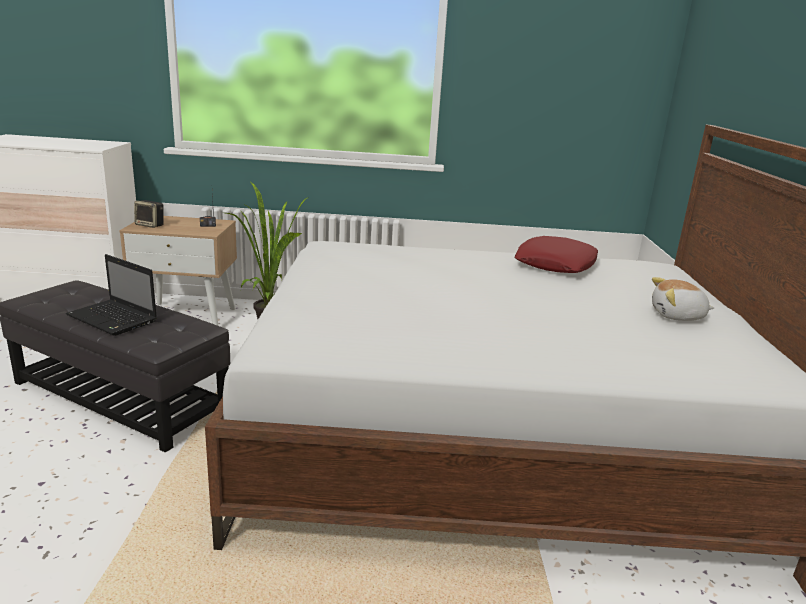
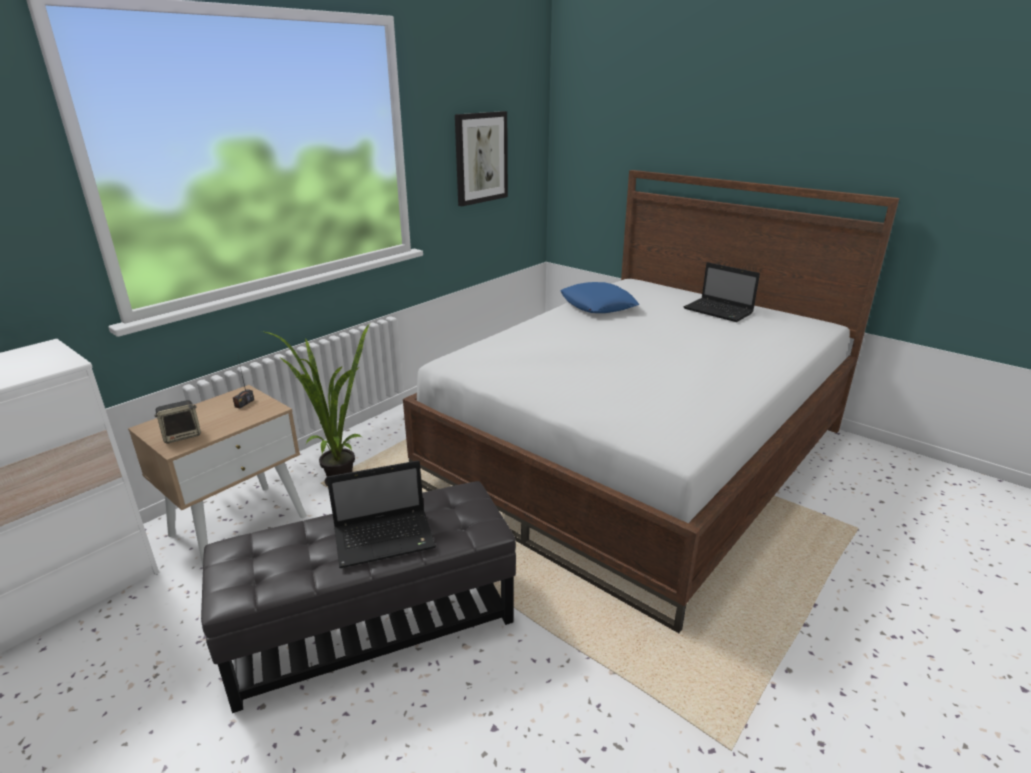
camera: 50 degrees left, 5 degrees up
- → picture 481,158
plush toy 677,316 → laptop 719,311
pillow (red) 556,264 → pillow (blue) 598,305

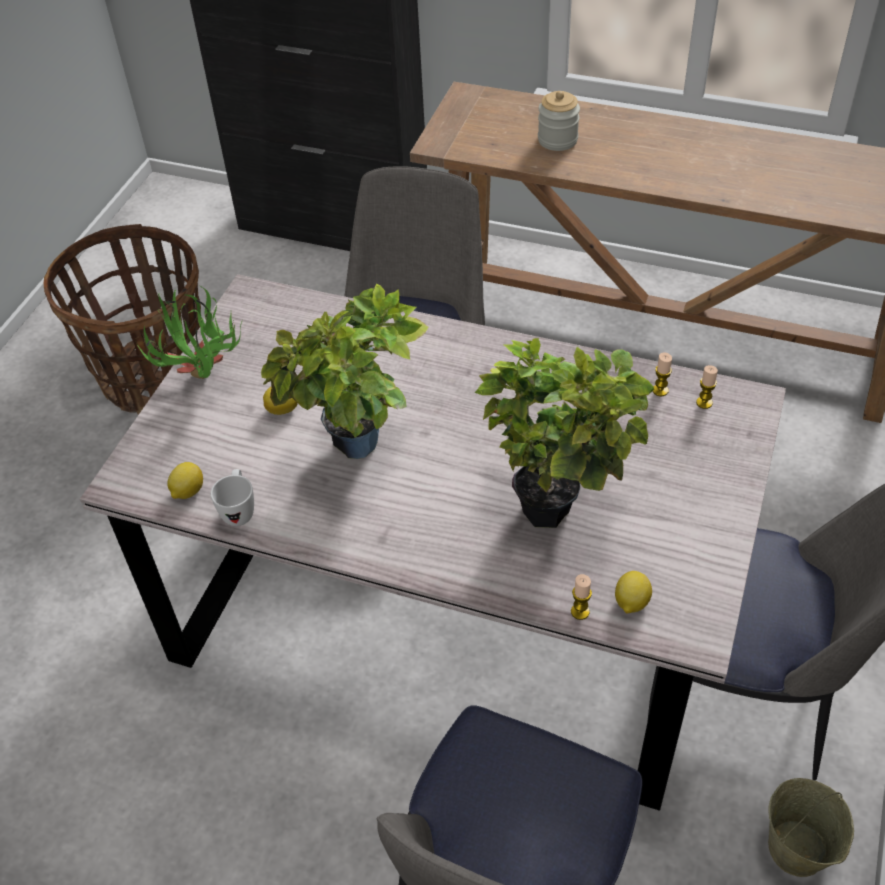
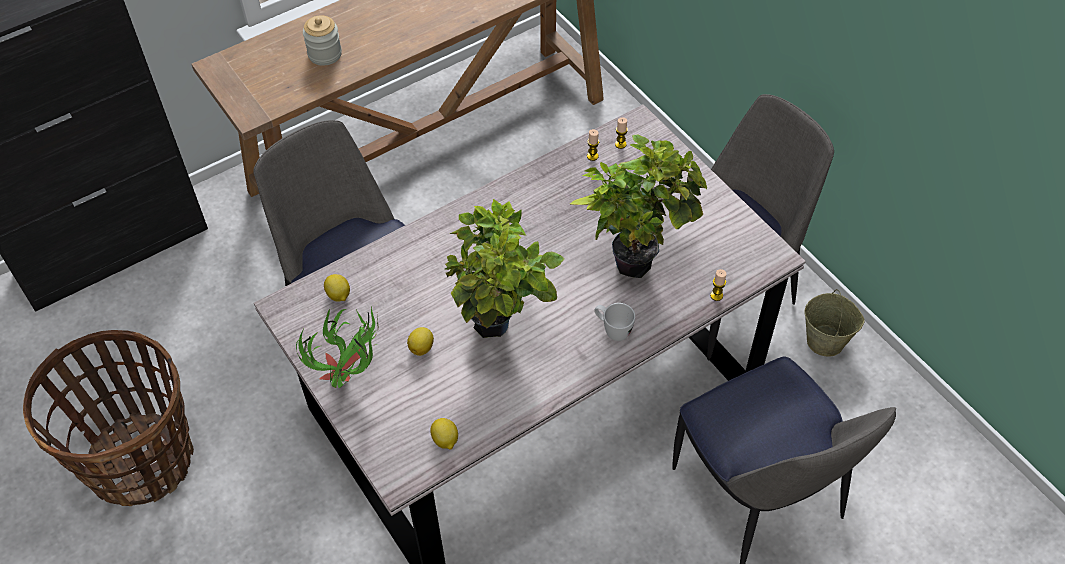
camera: 55 degrees left, 5 degrees up
mug (white) 239,510 → mug (white) 612,330, relocated
lemon 631,602 → lemon 338,295, relocated

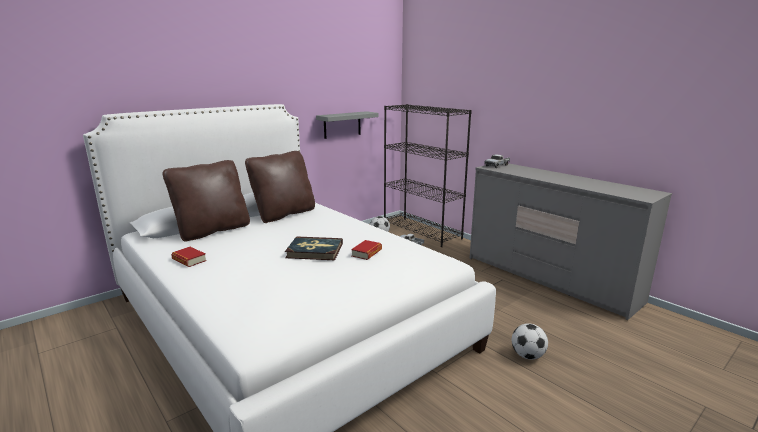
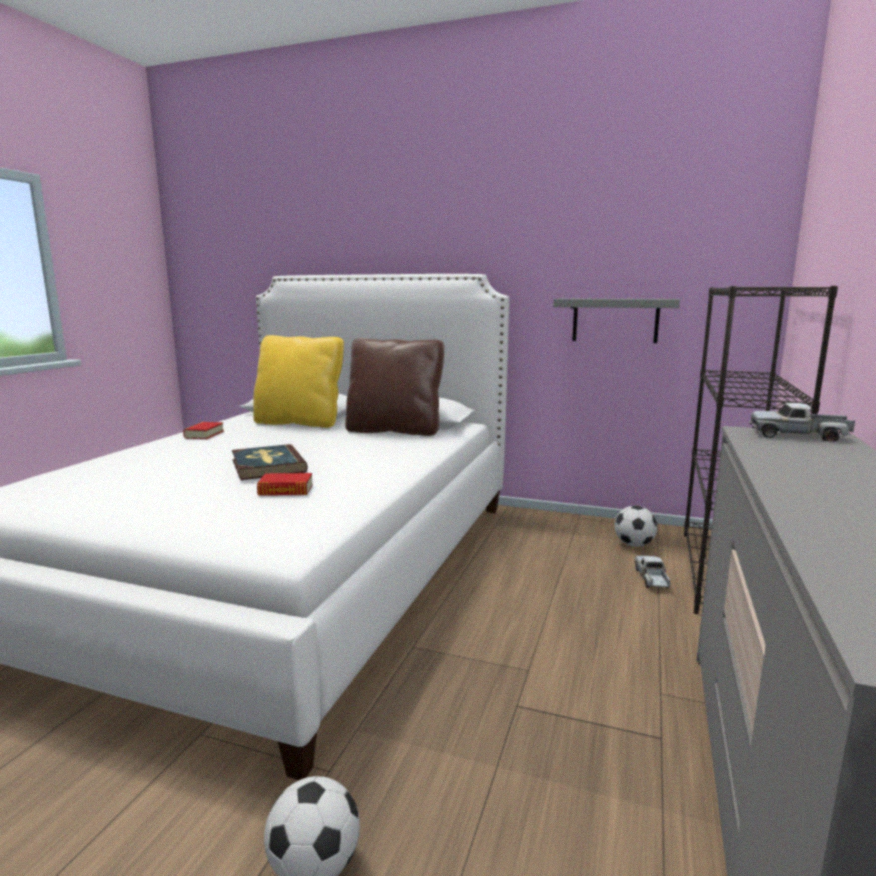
camera: 60 degrees right, 5 degrees down
pillow (brown) 213,230 → pillow (yellow) 300,423

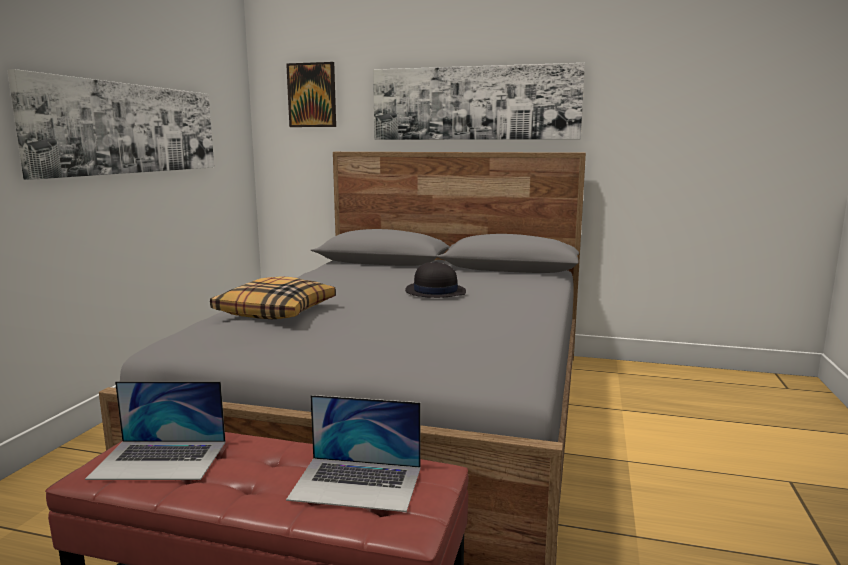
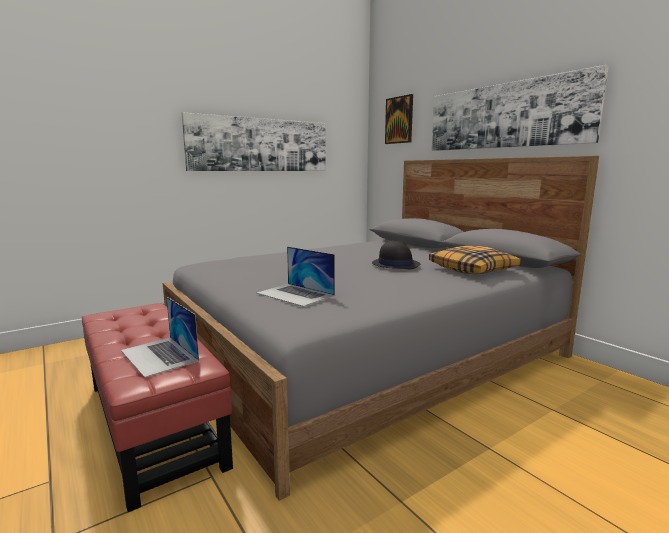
camera: 40 degrees right, 0 degrees up
laptop 160,459 → laptop 295,294, relocated
pillow 276,311 → pillow 473,269, relocated

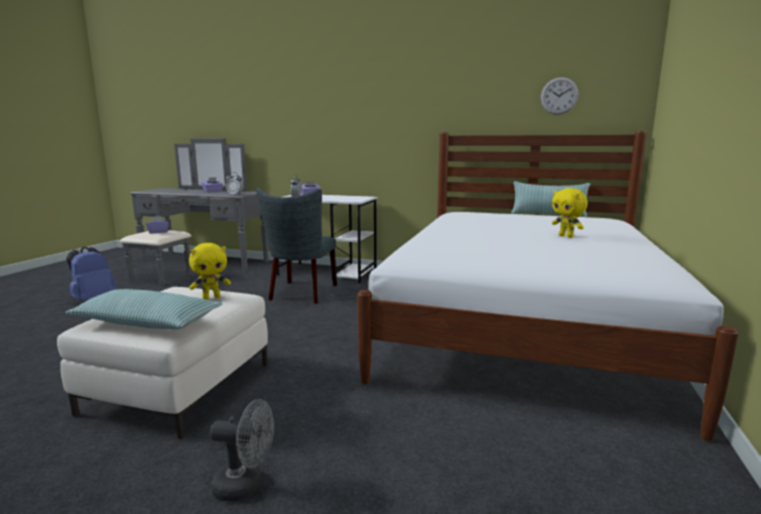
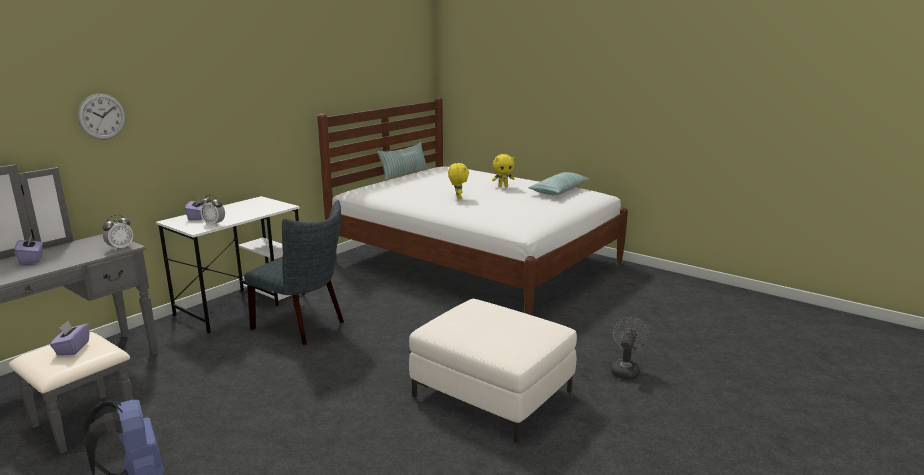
camera: 70 degrees left, 5 degrees up
pillow 147,322 → pillow 559,191, relocated
plush toy (yellow) 212,297 → plush toy (yellow) 458,198, relocated
wall clock 559,96 → wall clock 102,116, relocated

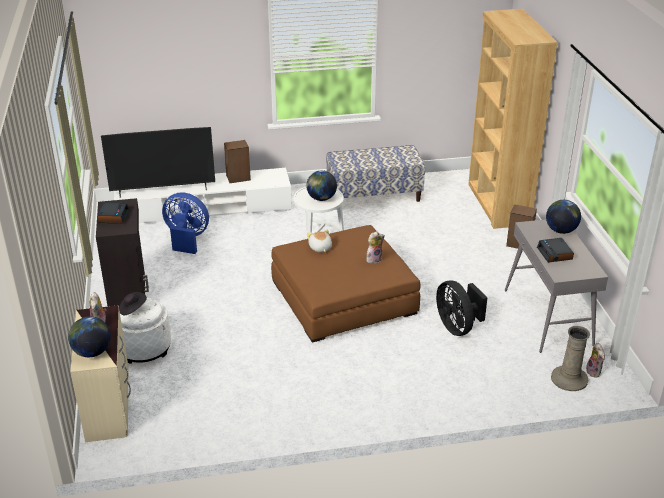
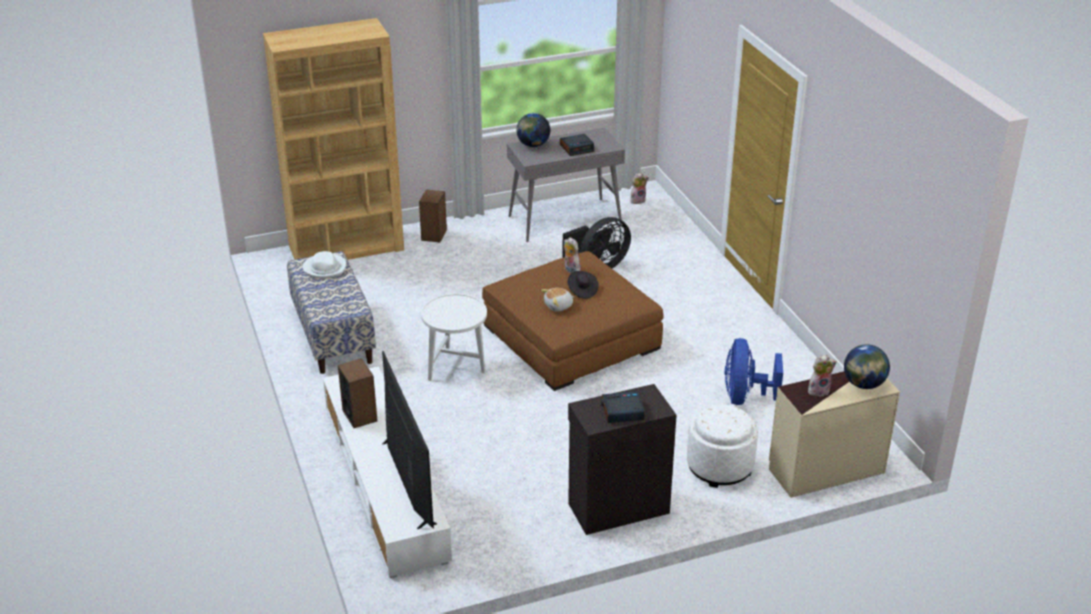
camera: 100 degrees left, 0 degrees up
globe 321,198 → -
vase (beige) 569,379 → -
- → hat (white) 325,268
hat (black) 132,309 → hat (black) 582,291, relocated
fan (blue) 186,239 → fan (blue) 745,397, relocated

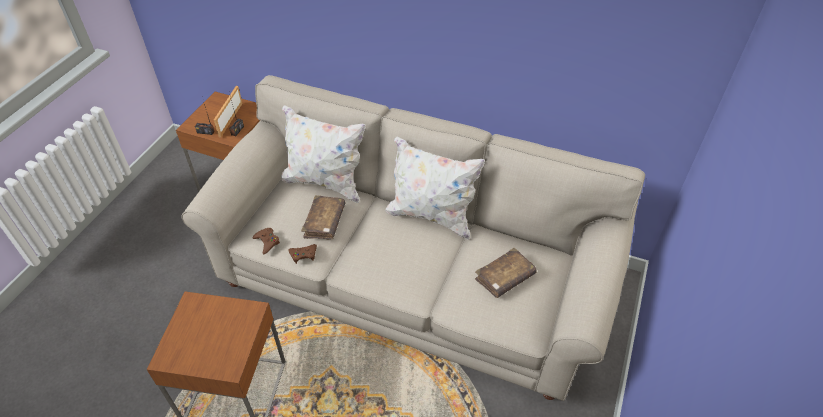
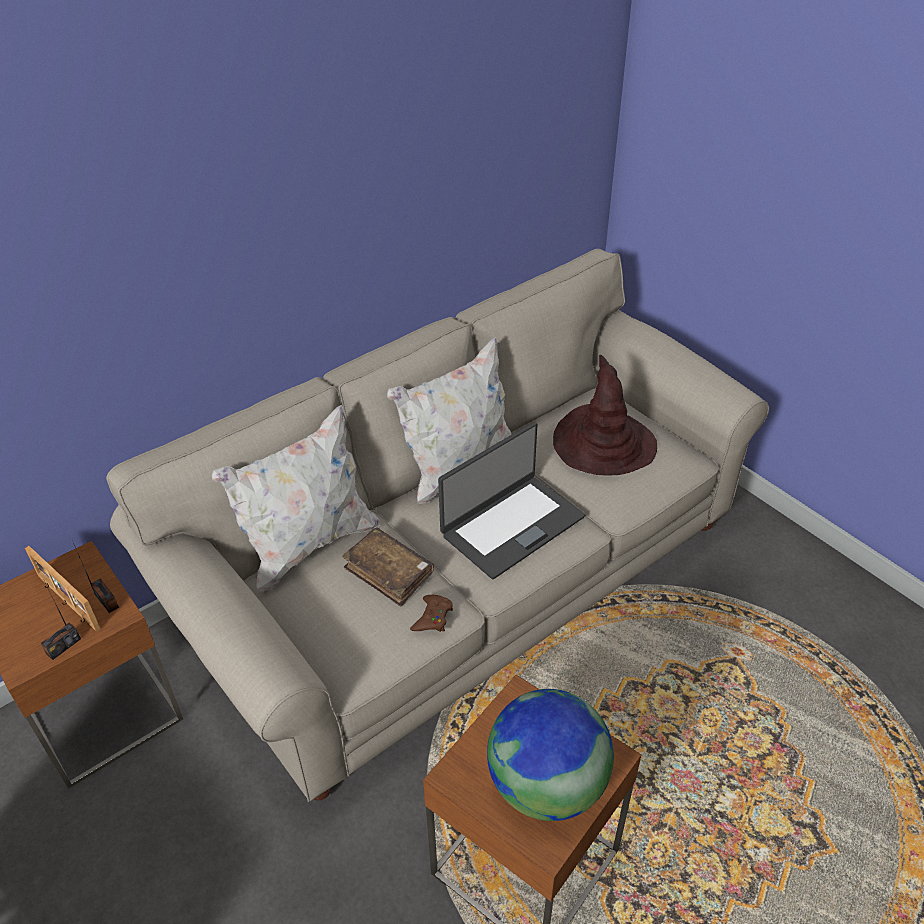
camera: 60 degrees left, 5 degrees down
game controller (brown) 267,242 → -
- → laptop 511,525
- → globe 546,785
book (brown) 504,278 → hat (brown) 603,444

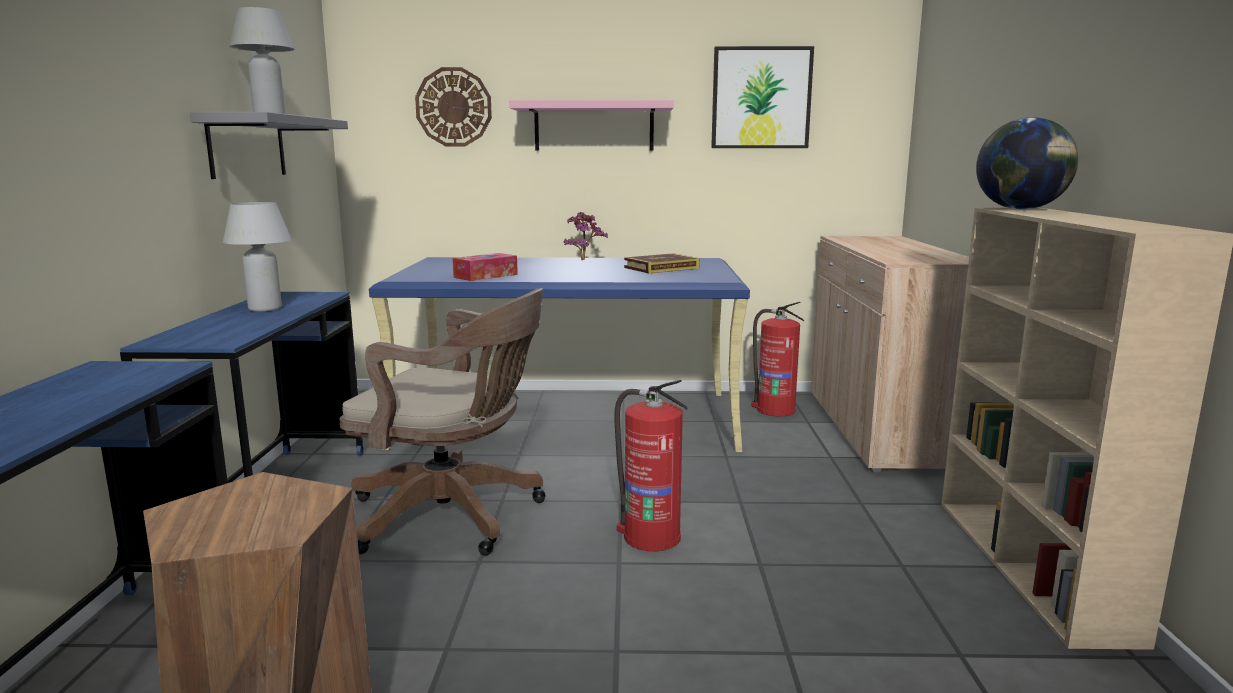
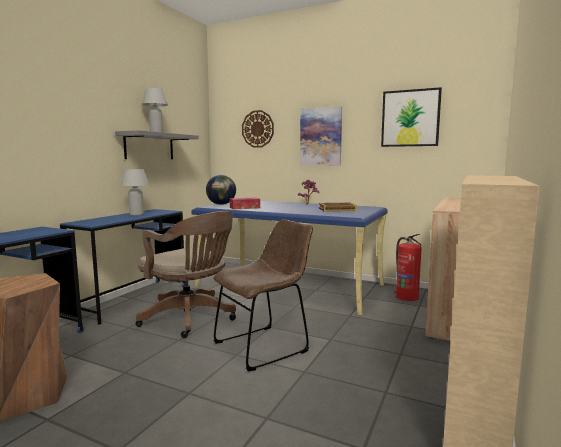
camera: 25 degrees right, 5 degrees down
globe 1020,209 → globe 221,204, relocated
shelf (pink) 594,127 → picture 321,136
fire extinguisher 650,536 → chair (brown) 265,346

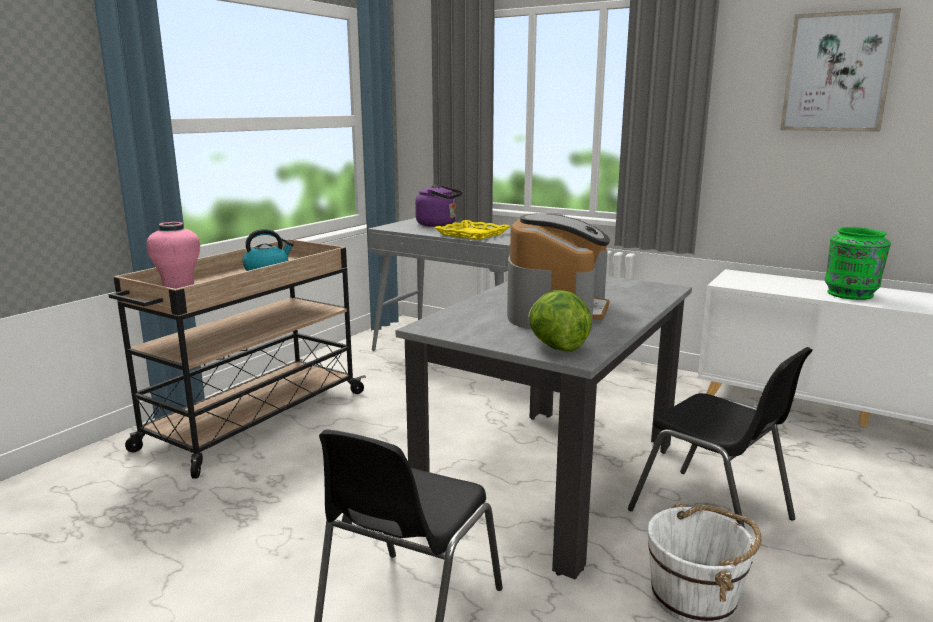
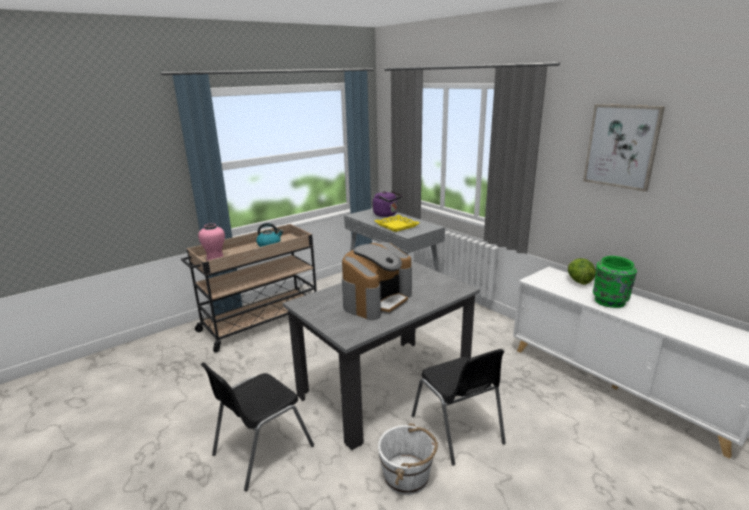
camera: 20 degrees right, 5 degrees up
lettuce 556,347 → lettuce 578,281, relocated

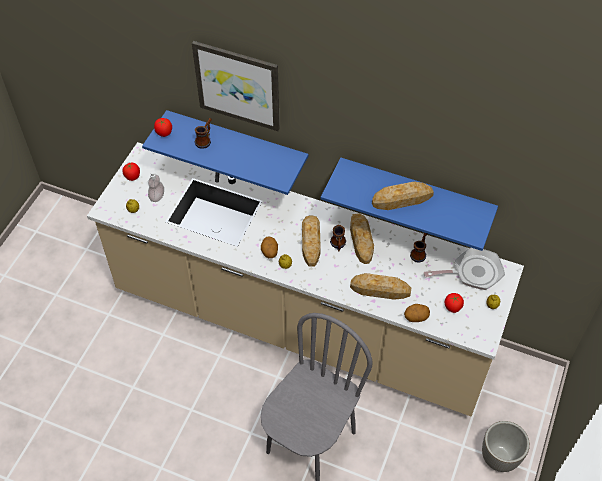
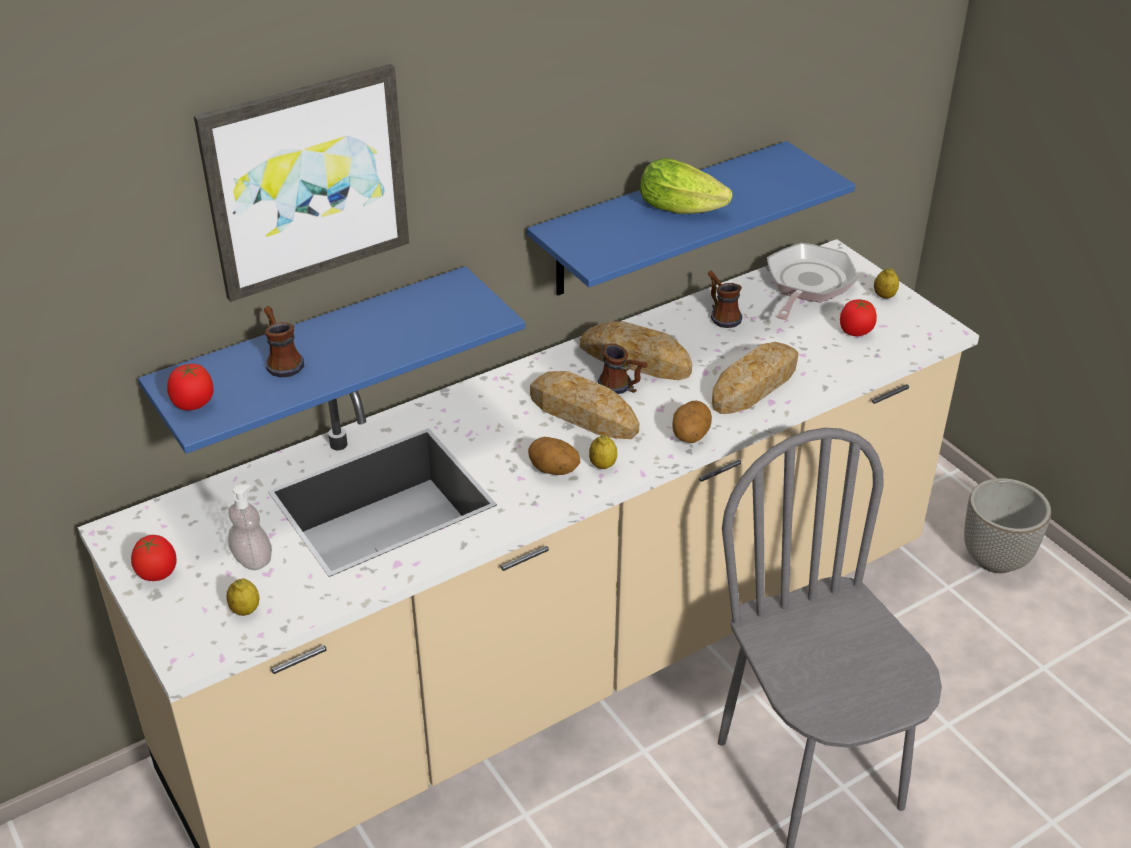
camera: 55 degrees left, 15 degrees down
potato 416,317 → potato 690,436, relocated
bread 402,199 → lettuce 685,209

